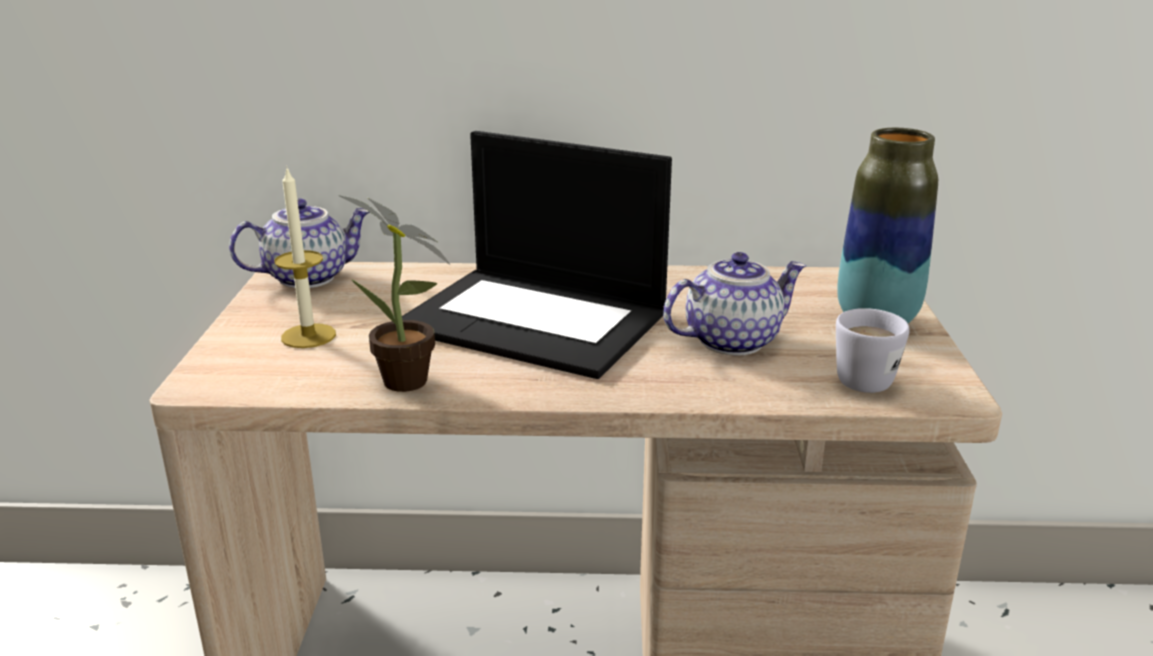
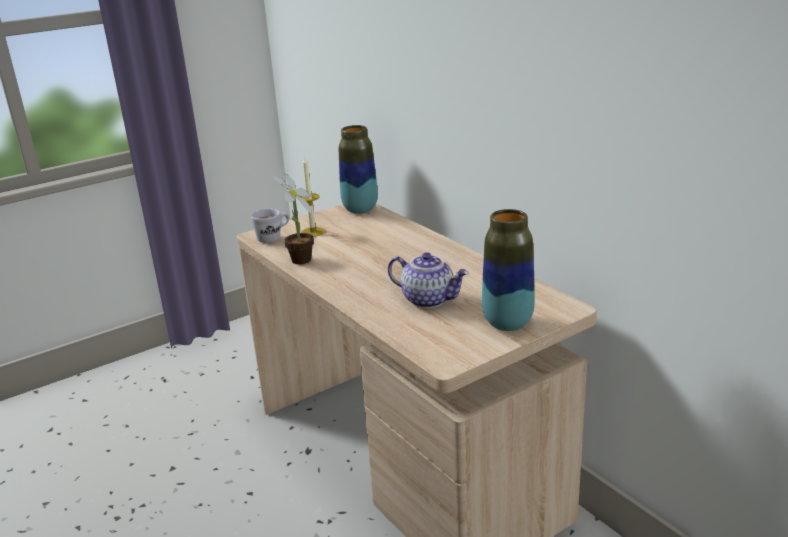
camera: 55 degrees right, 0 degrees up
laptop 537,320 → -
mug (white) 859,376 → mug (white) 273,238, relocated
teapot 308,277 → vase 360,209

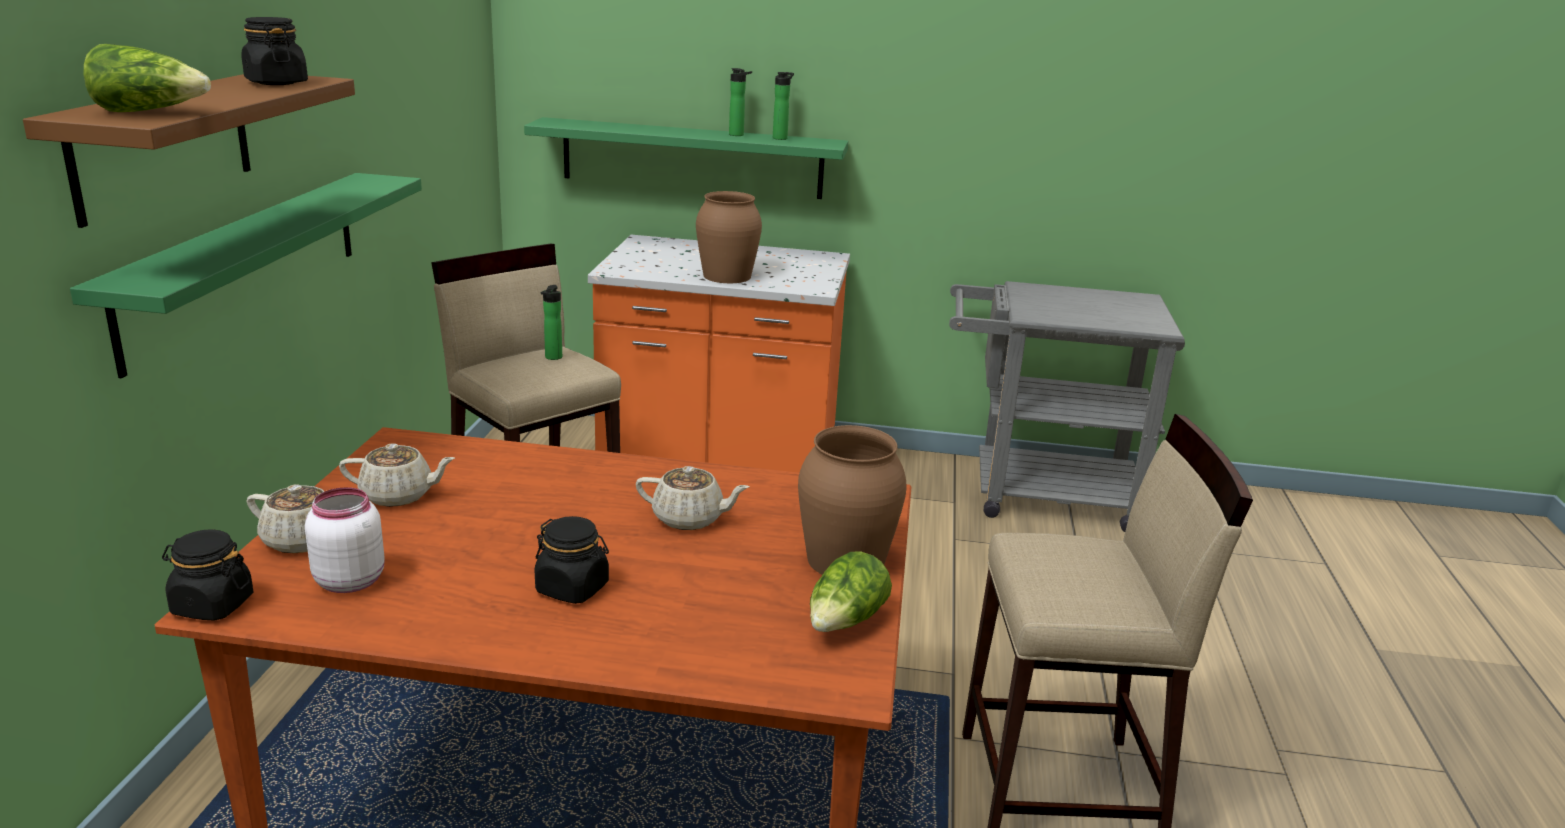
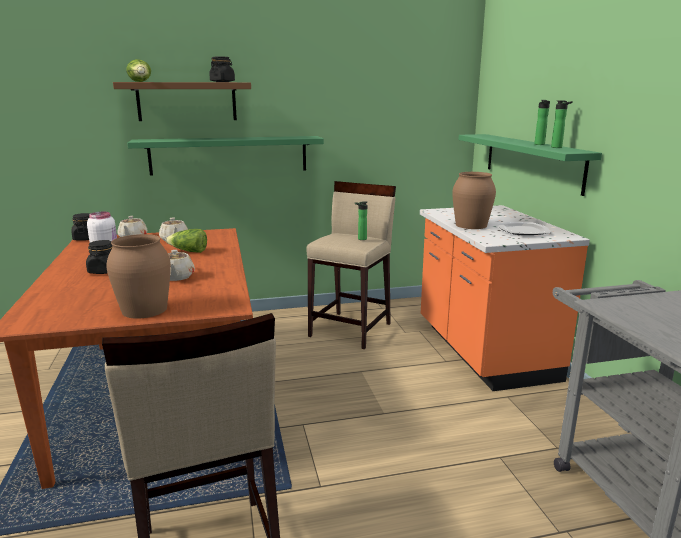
camera: 70 degrees right, 5 degrees down
- → plate 524,231
lettuce 845,622 → lettuce 189,251, relocated

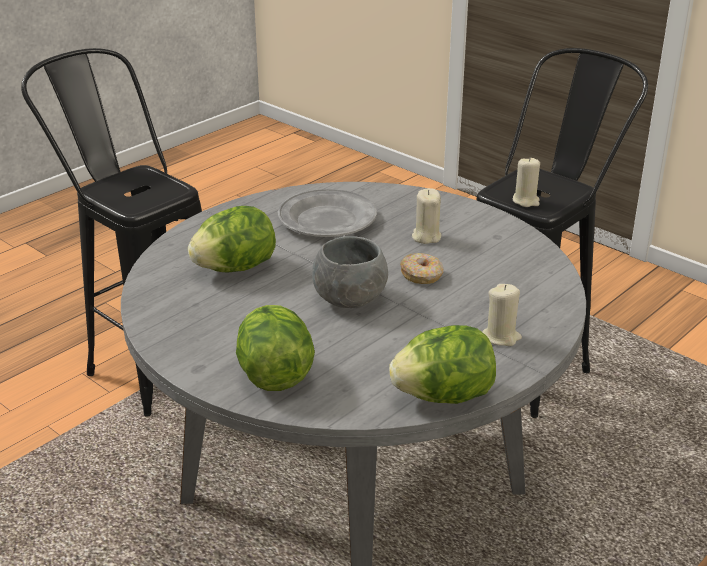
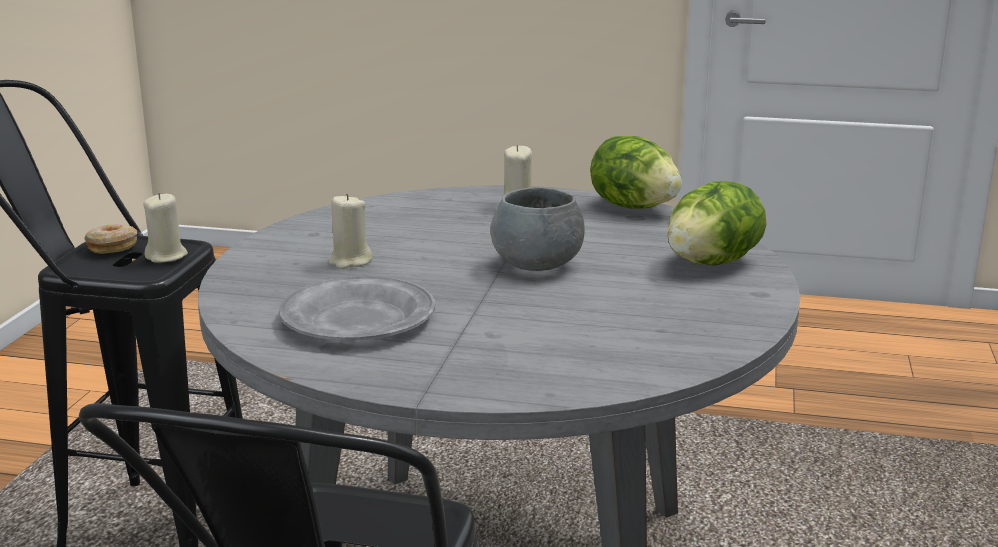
camera: 120 degrees left, 10 degrees down
lettuce 235,268 → -
donut 422,275 → donut 112,246, relocated

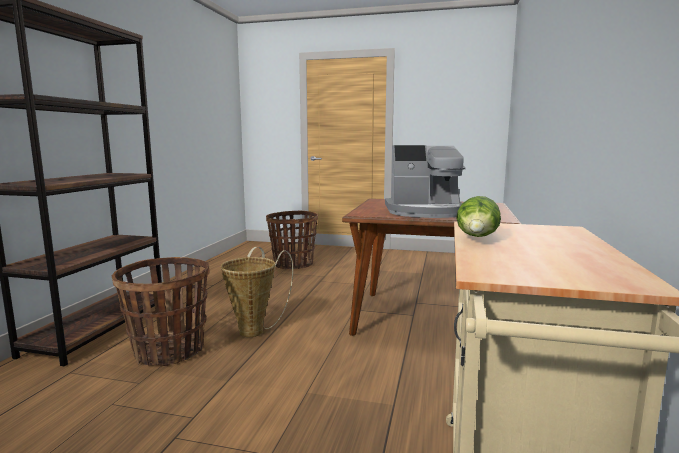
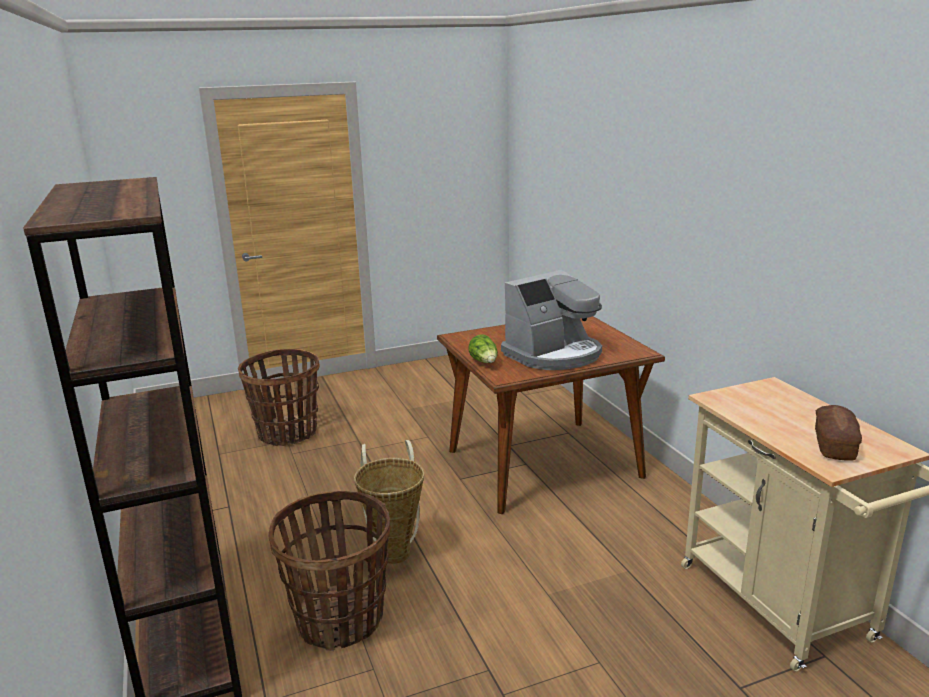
camera: 35 degrees left, 10 degrees up
- → bread 834,445
lettuce 477,238 → lettuce 484,362, relocated

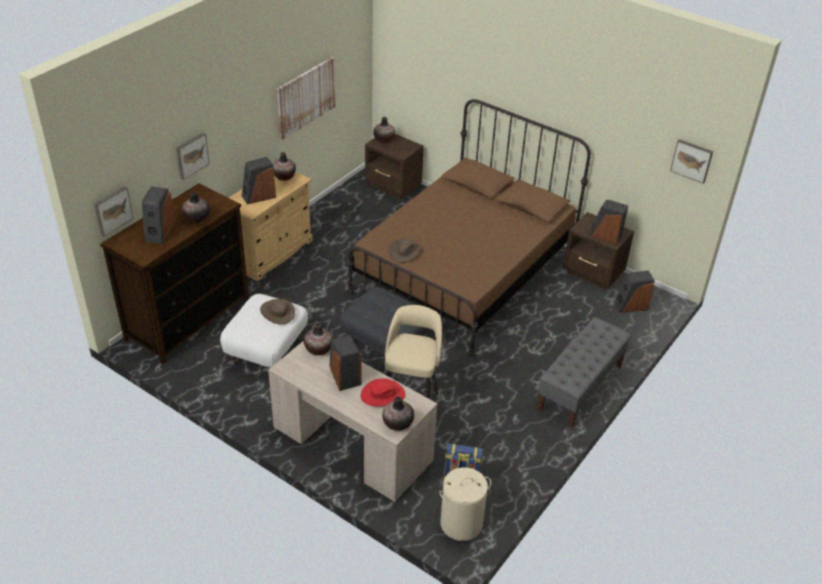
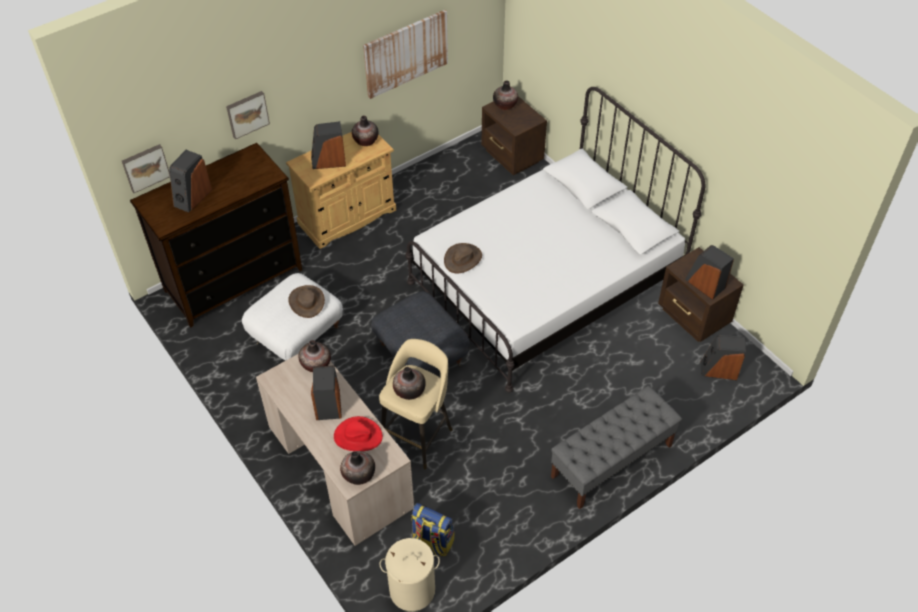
camera: 20 degrees right, 10 degrees up
picture 692,160 → -
vase 197,218 → vase 409,391, relocated
bed (brown) 464,271 → bed (white) 545,283

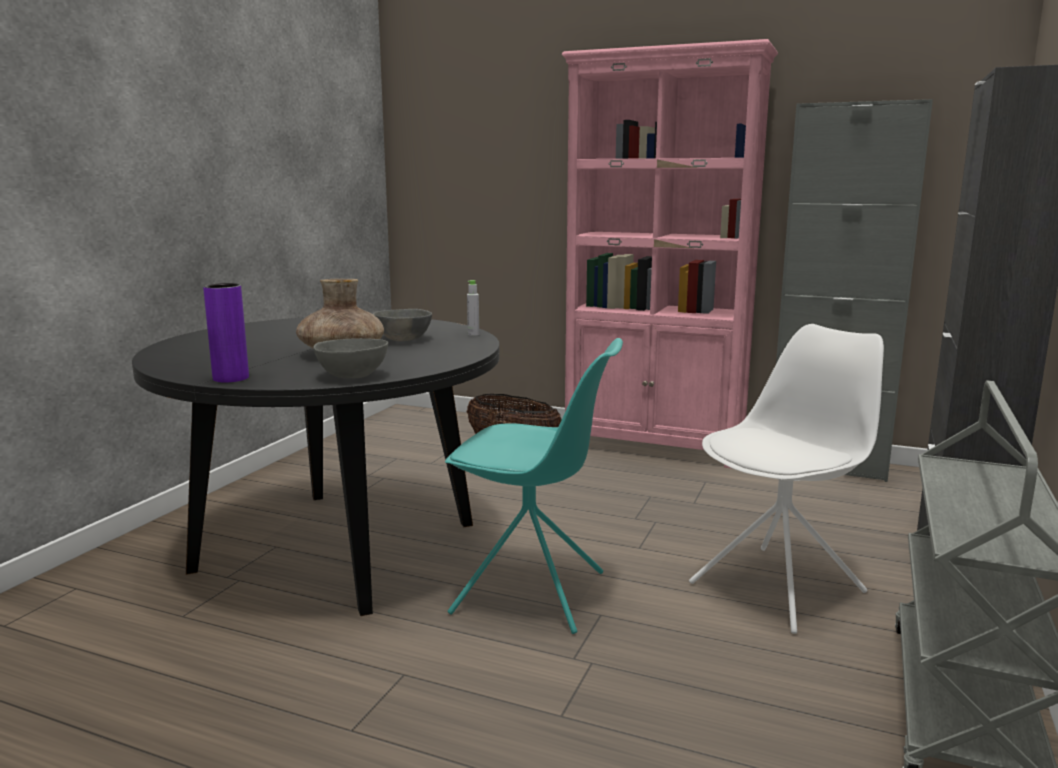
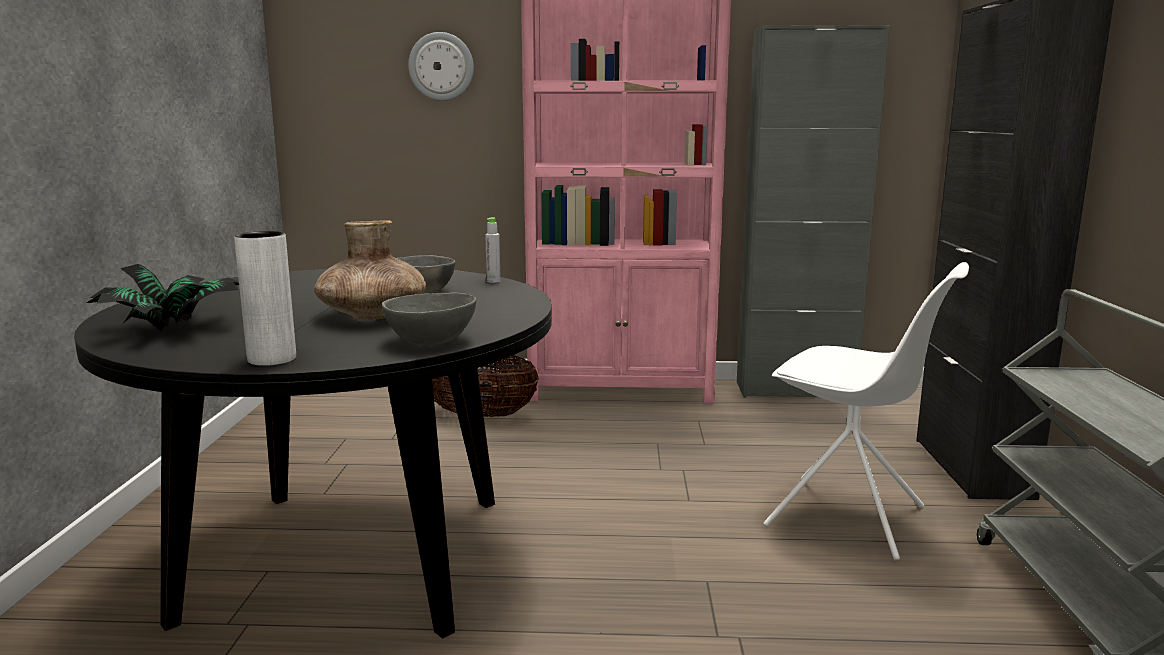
camera: 20 degrees left, 0 degrees up
chair (turquoise) 532,593 → -
- → potted plant 174,328
- → wall clock 441,66
vase (purple) 231,378 → vase (white) 272,359
chair (white) 779,587 → chair (white) 848,518, 90 degrees clockwise

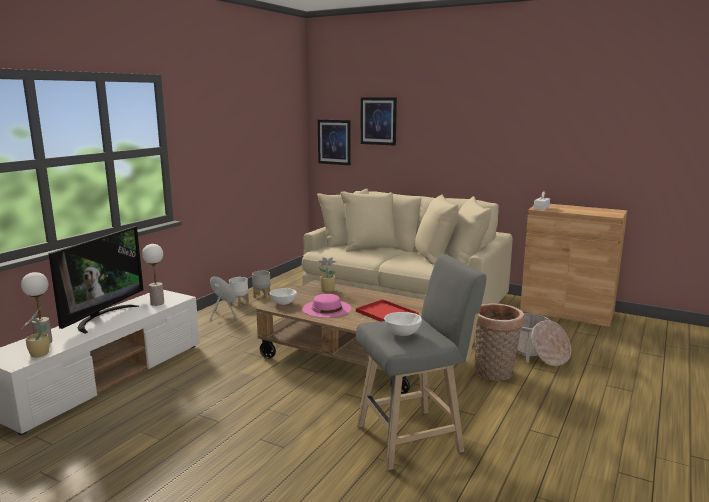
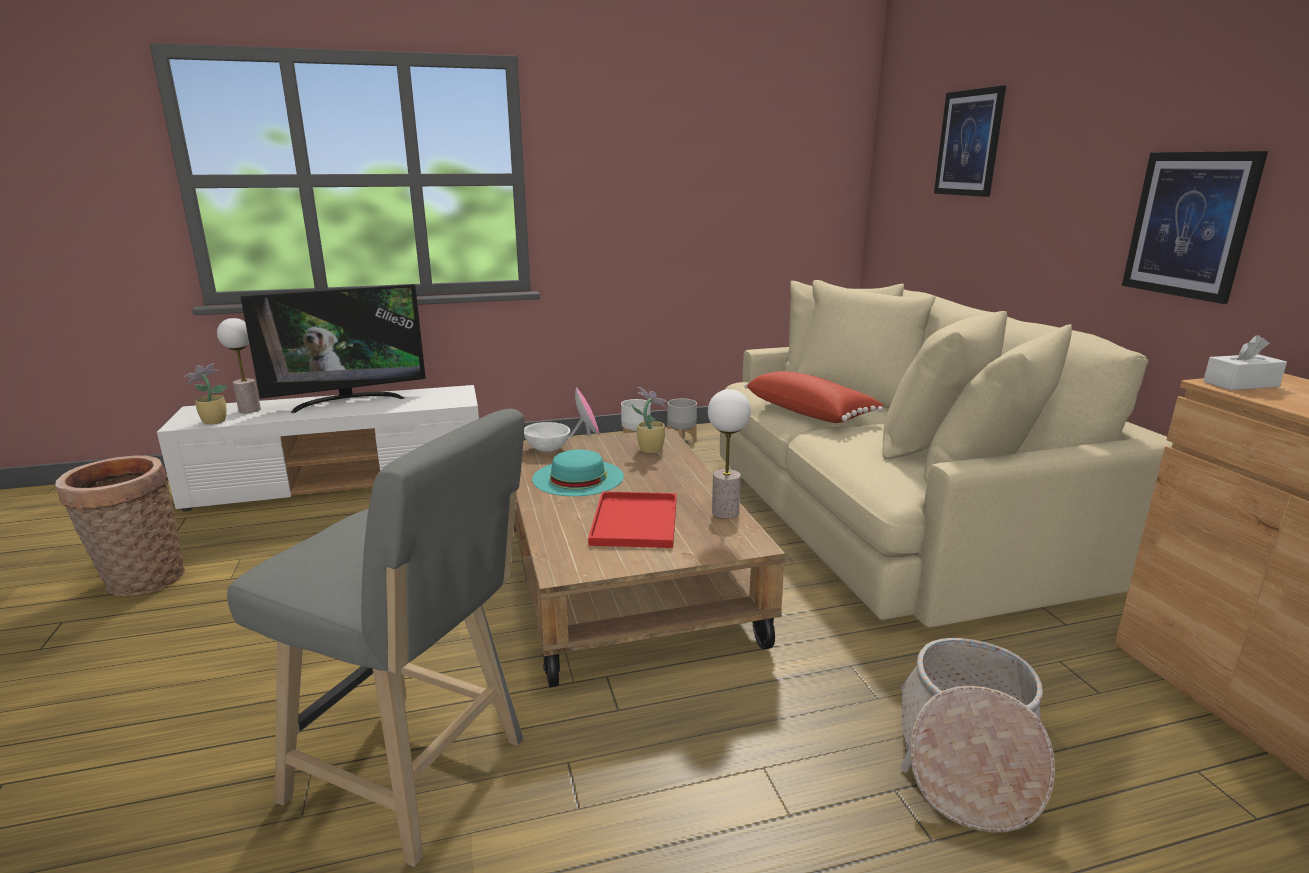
camera: 45 degrees right, 5 degrees up
bowl (white) 402,334 → -
- → pillow (red) 810,412
table lamp 157,303 → table lamp 725,512, relocated
picture 334,142 → picture 1189,225, relocated
basket 494,374 → basket 140,581, relocated
hat (pink) 326,308 → hat (turquoise) 578,477

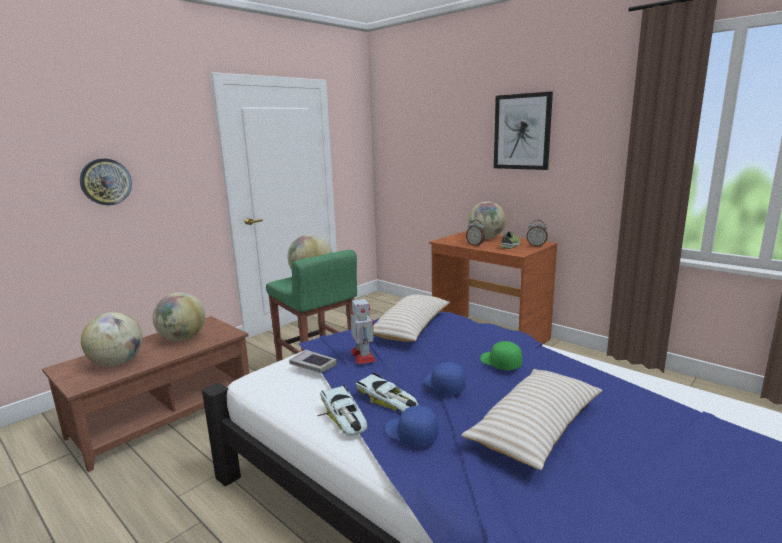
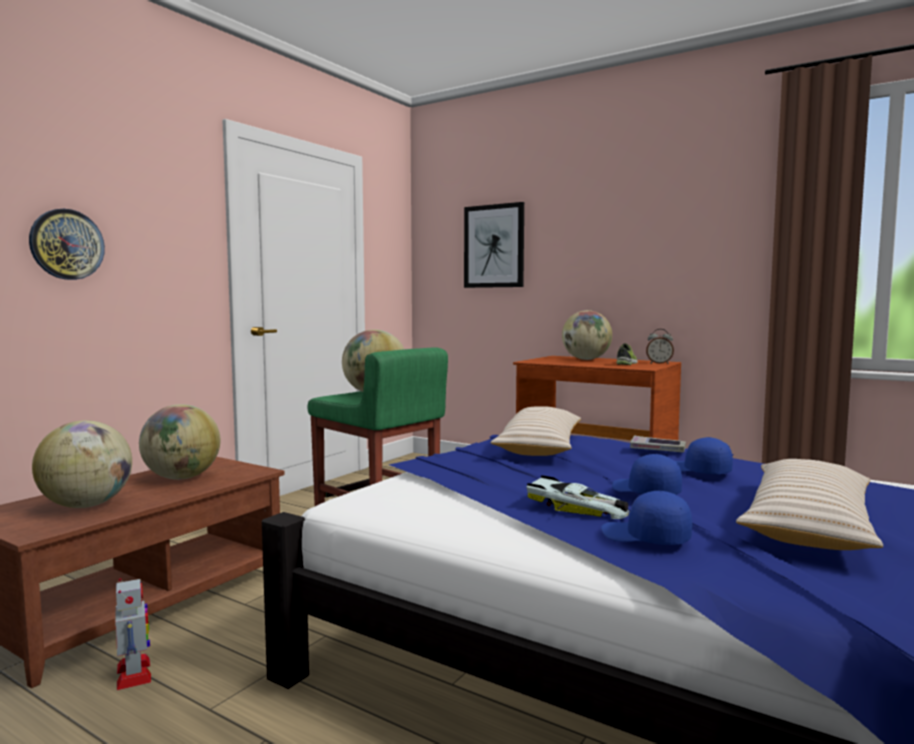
camera: 10 degrees left, 10 degrees down
toy car 343,416 → -
alarm clock 475,245 → -
book 313,365 → book 657,449, relocated
toy robot 363,356 → toy robot 134,674, relocated
picture 522,132 → picture 494,246, relocated
cap (green) 500,363 → cap (blue) 698,471

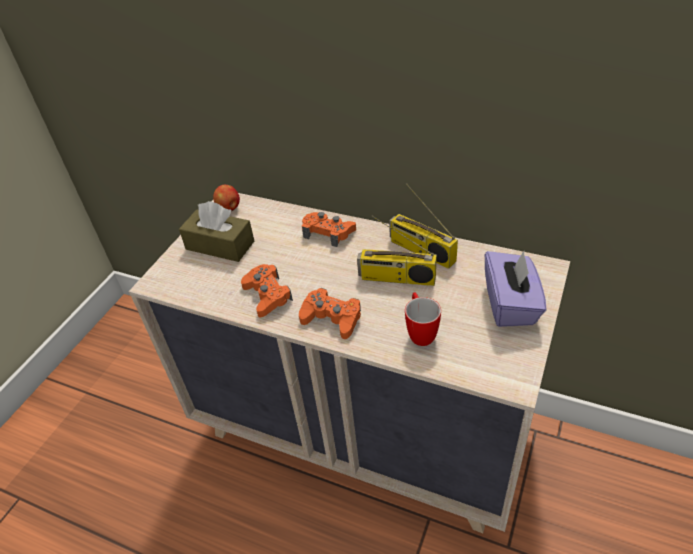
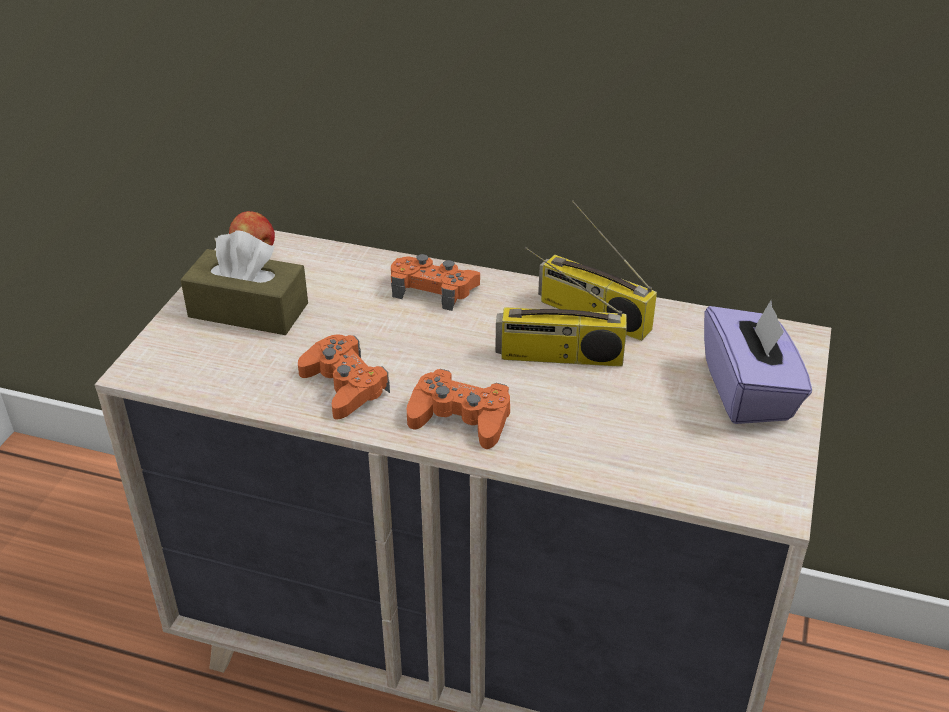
camera: 10 degrees left, 5 degrees down
mug 420,332 → -

